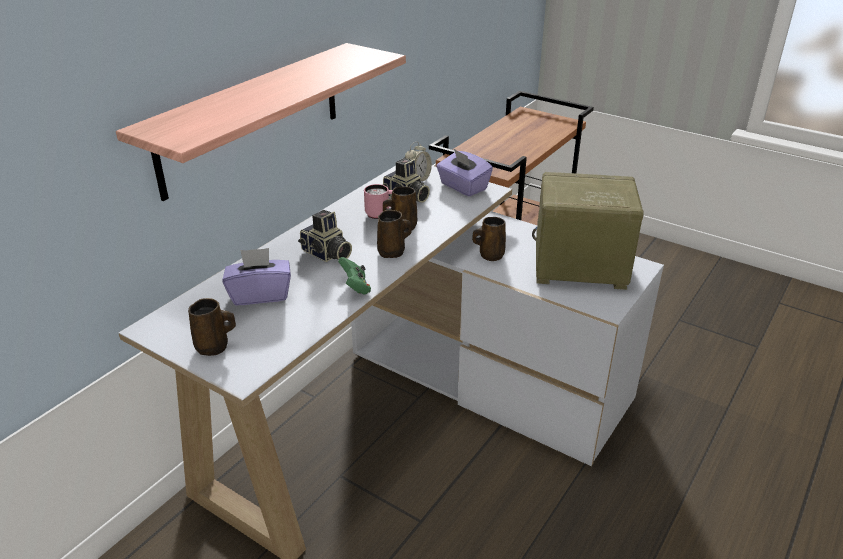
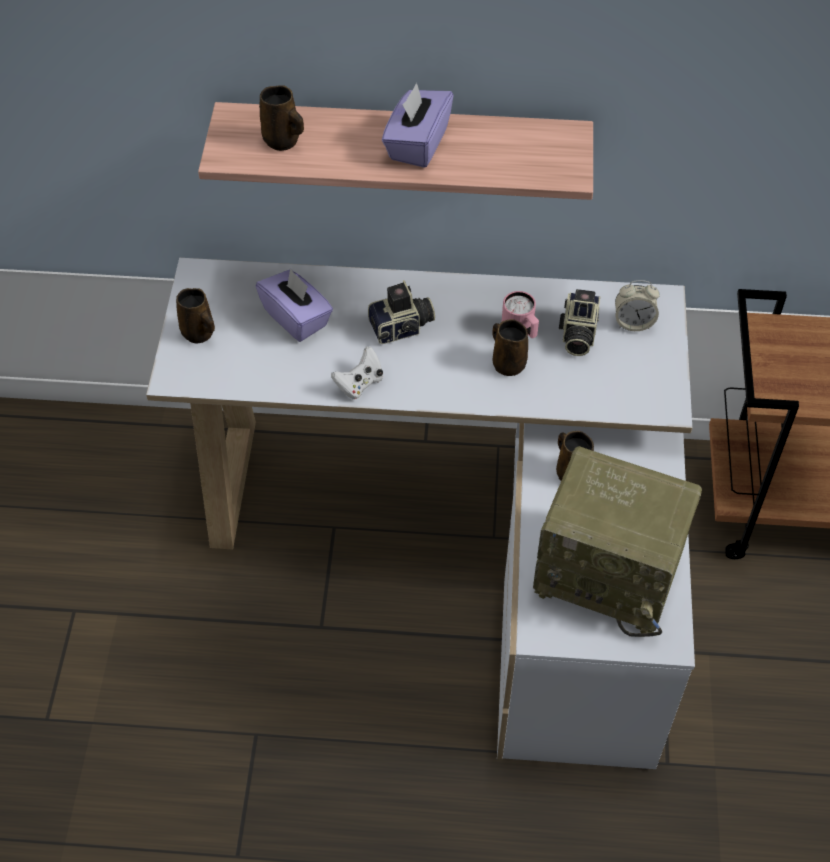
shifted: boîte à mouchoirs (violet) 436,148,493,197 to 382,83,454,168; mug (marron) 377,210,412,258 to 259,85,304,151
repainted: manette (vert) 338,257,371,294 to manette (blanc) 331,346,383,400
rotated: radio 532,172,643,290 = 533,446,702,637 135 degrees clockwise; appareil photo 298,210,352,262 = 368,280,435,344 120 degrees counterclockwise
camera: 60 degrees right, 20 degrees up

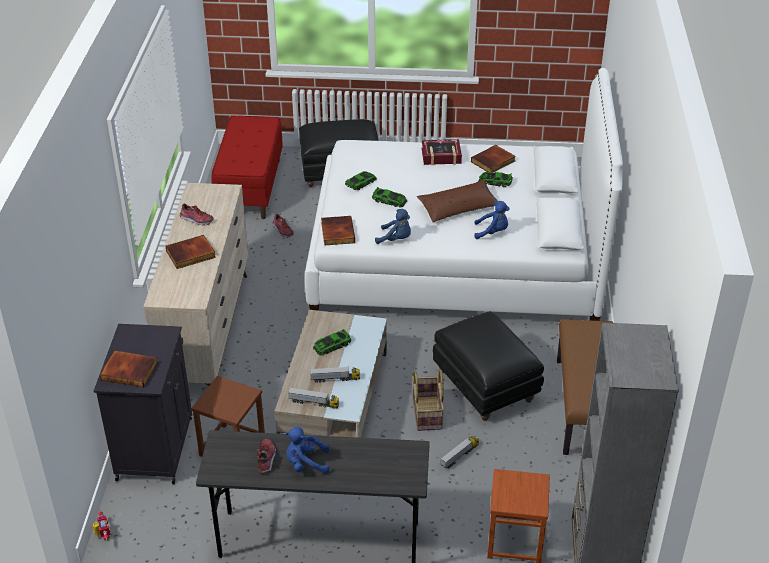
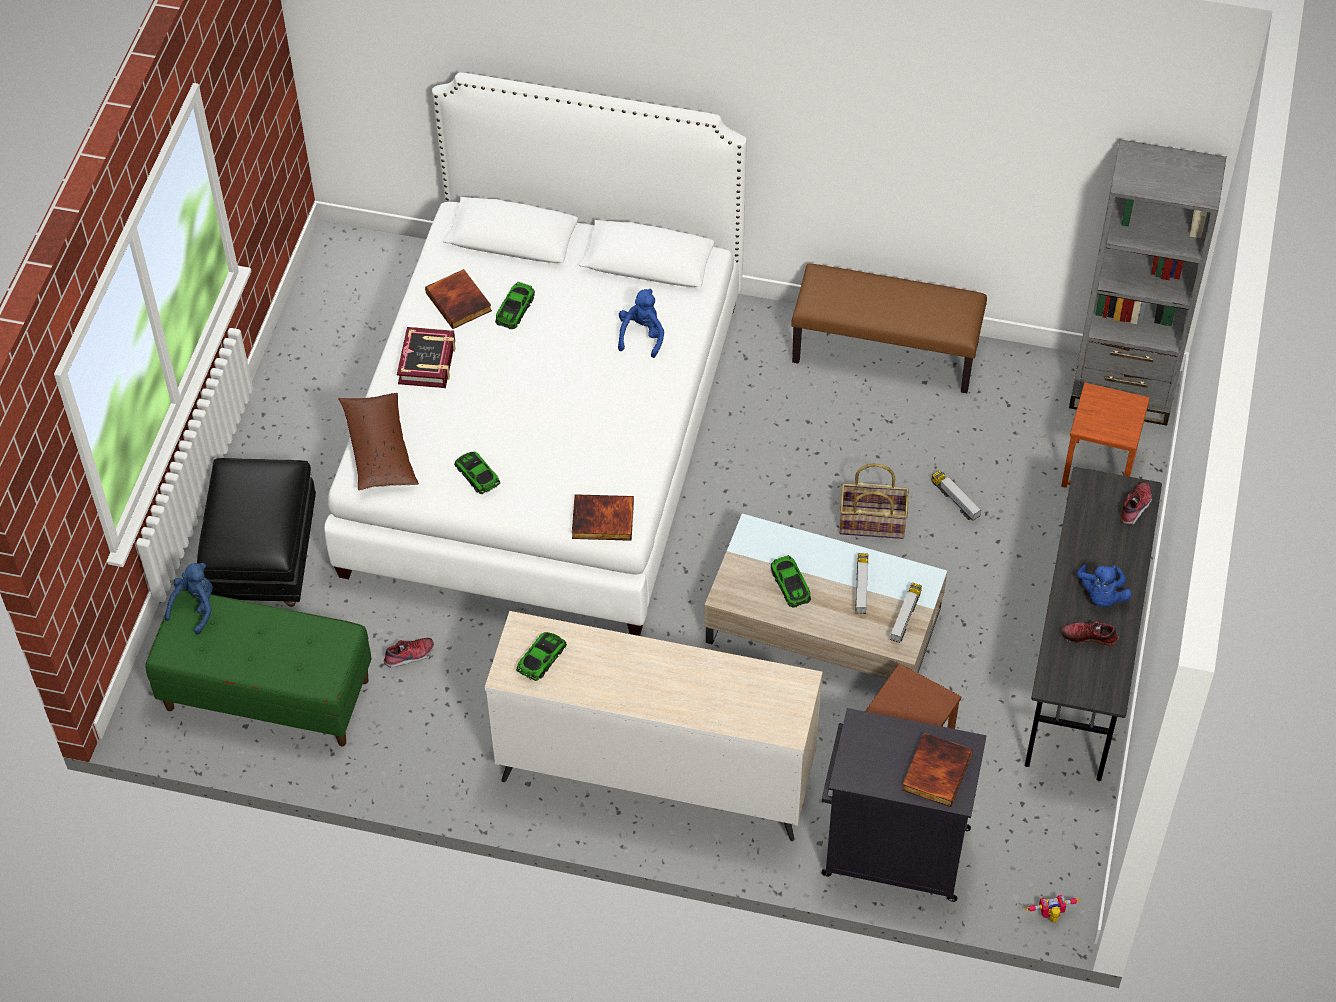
gone: livre 165,235,216,269; pouf (noir) 433,311,544,421
shifted: coussin (marron) 417,180,498,222 to 338,393,419,490; petite voiture 372,187,407,207 to 516,632,567,681; chaussure 180,204,214,226 to 1120,481,1152,525; peluche (bleu) 375,209,411,244 to 165,563,212,635
repainted: banc (rouge) 211,116,283,219 to banc (vert) 146,590,372,746
camera: 80 degrees left, 15 degrees up

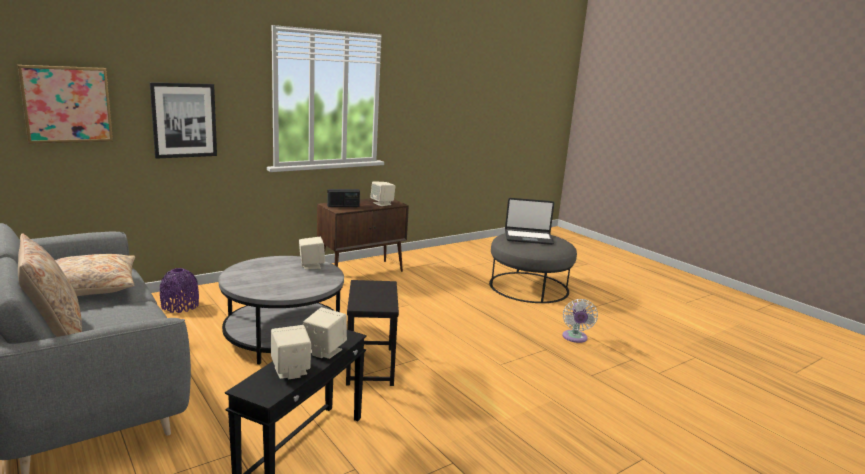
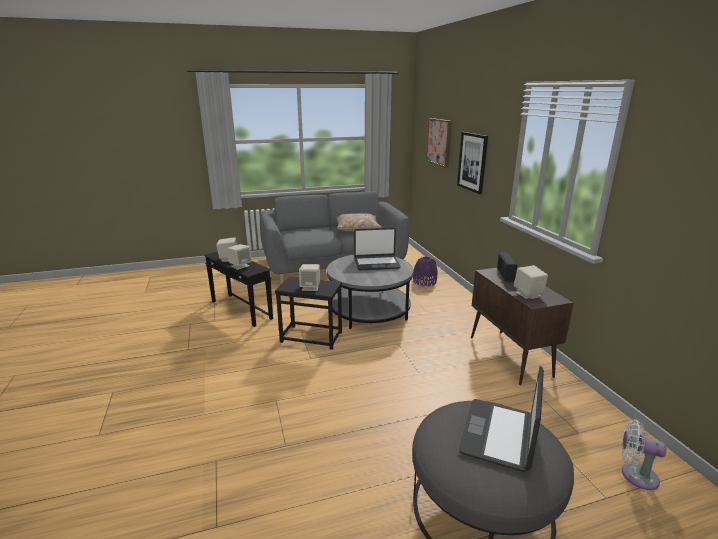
gone: coussin (beige) 18,233,82,337
new: ordinateur portable 354,228,401,270
shifted: enceinte (beige) 299,237,325,269 to 299,264,320,291; ventilateur (blanc) 562,299,598,343 to 621,419,666,490
camera: 110 degrees right, 5 degrees up

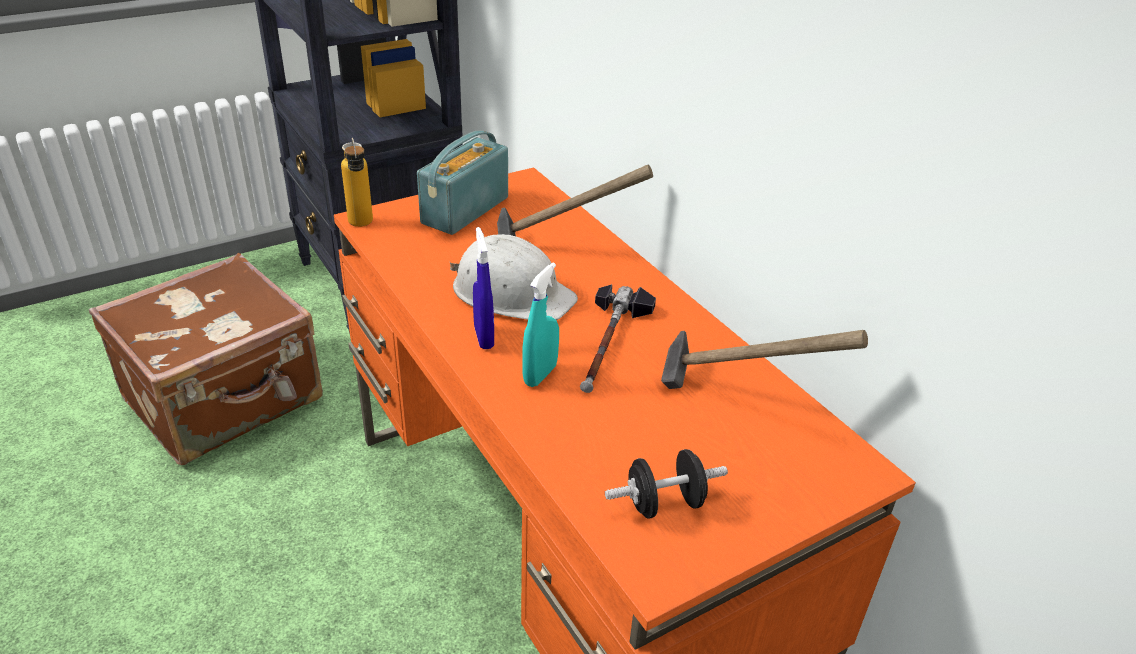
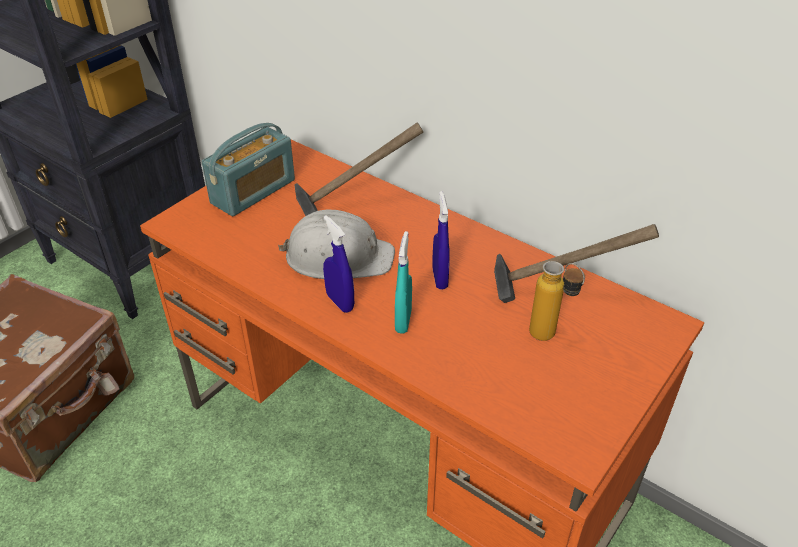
gone: haltère (noir) 605,449,728,518
shifted: bouteille 341,138,373,227 to 529,261,585,341
swapped: marteau 580,284,656,393 to vaporisateur (bleu) 432,191,450,289
rotated: radio 417,130,508,235 = 202,123,295,216 150 degrees counterclockwise
camera: 20 degrees left, 5 degrees up

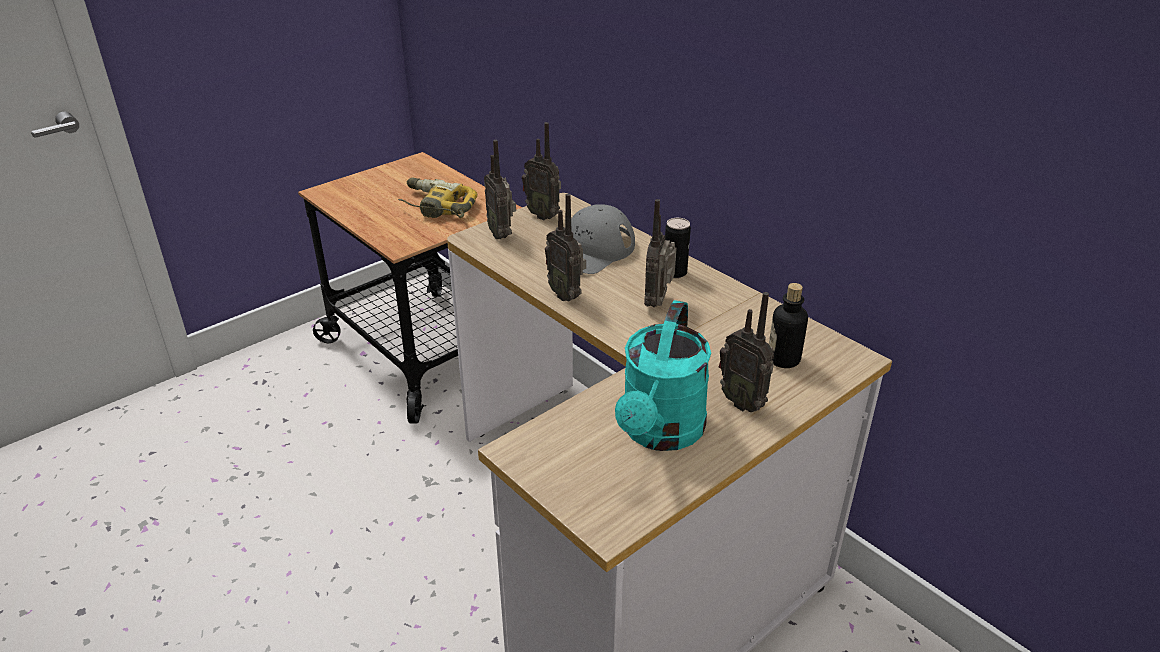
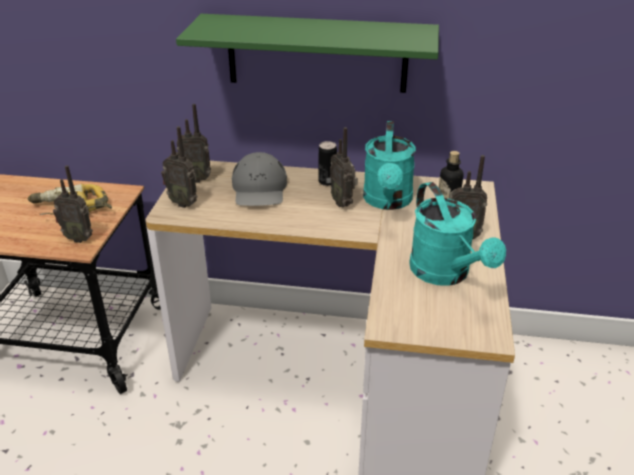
new: étagère (vert) 176,14,439,93; arrosoir (turquoise) 363,121,416,210
shifted: radio 545,194,586,302 to 53,165,93,243
camera: 40 degrees left, 0 degrees up

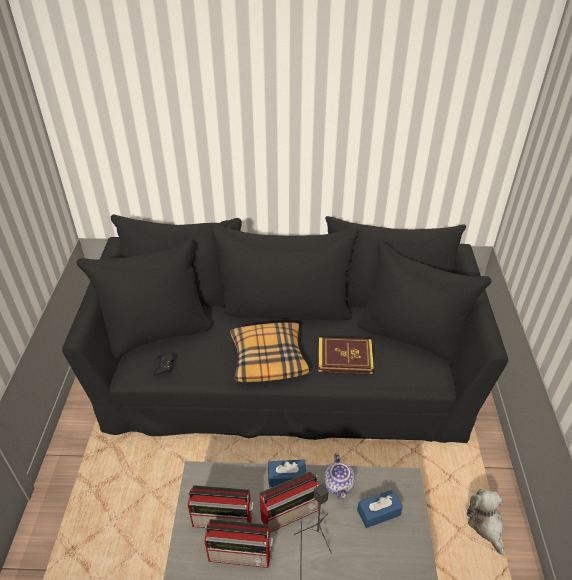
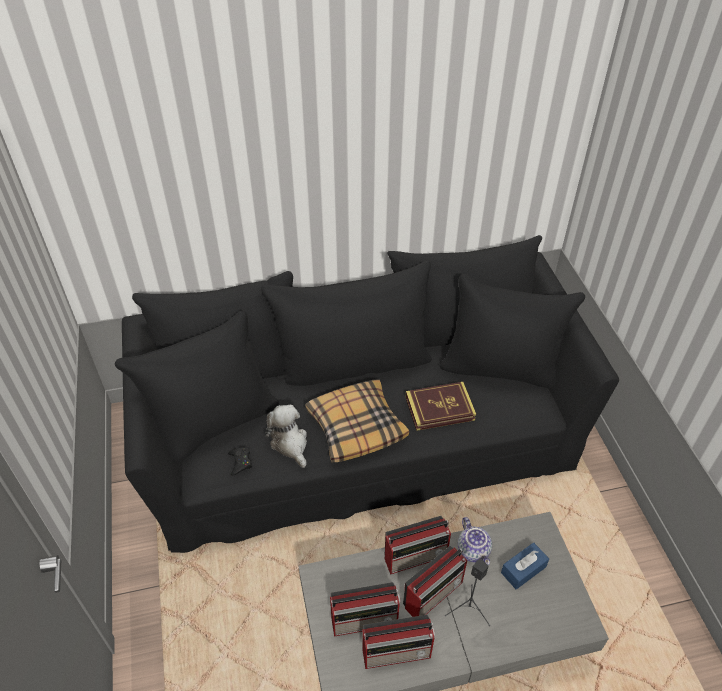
shifted: peluche 467,489,505,555 to 265,404,307,468
swapped: boîte à mouchoirs (bleu) 268,460,306,487 to radio 385,516,451,574
camera: 15 degrees left, 5 degrees up

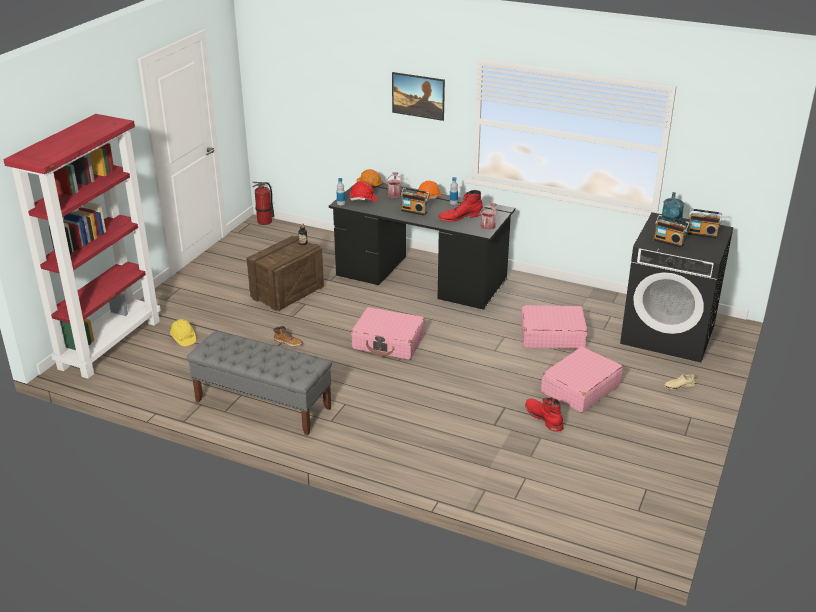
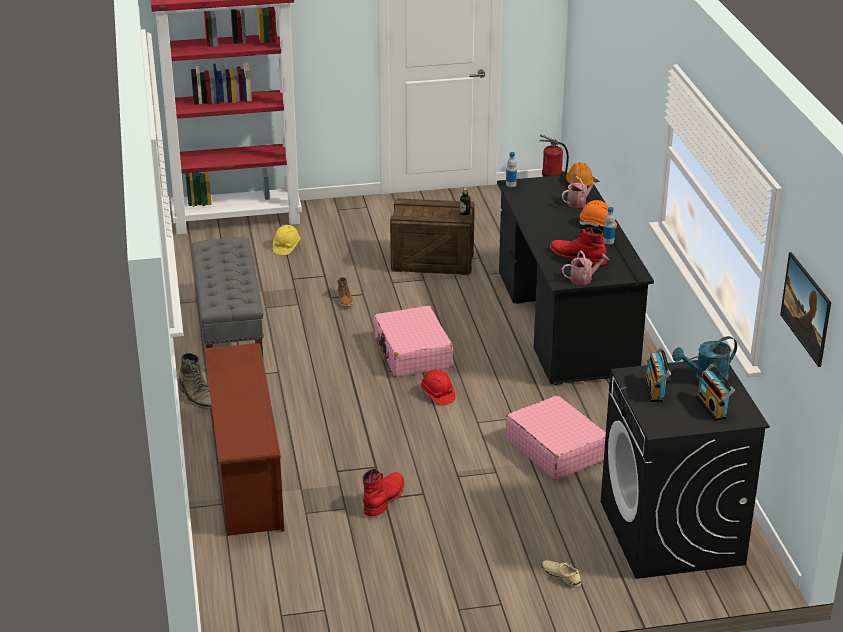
gone: radio 401,187,430,216; valise (rose) 541,347,623,413
new: étagère à chaussures (marron) 204,343,284,536; botte (vert) 178,353,212,410
shifted: tableau 392,72,445,121 to 780,252,831,367; casque de chantier (rouge) 350,181,378,202 to 421,369,456,406
camera: 55 degrees right, 0 degrees up

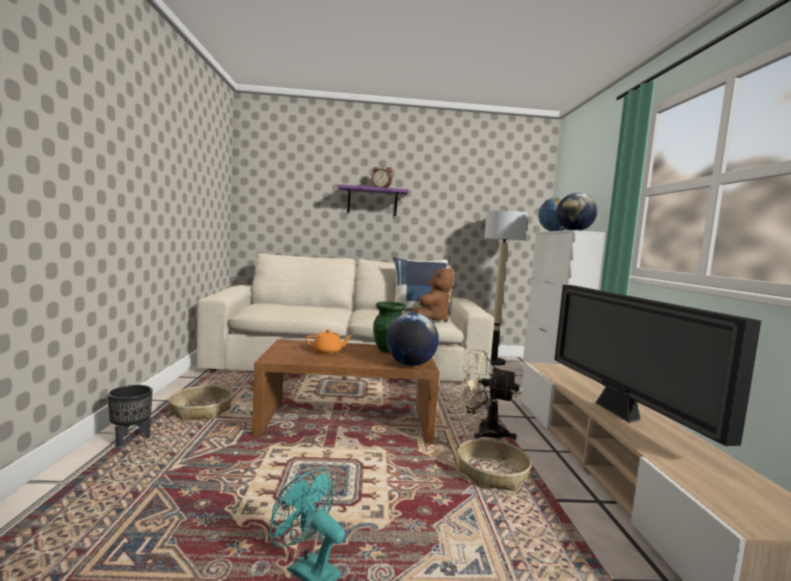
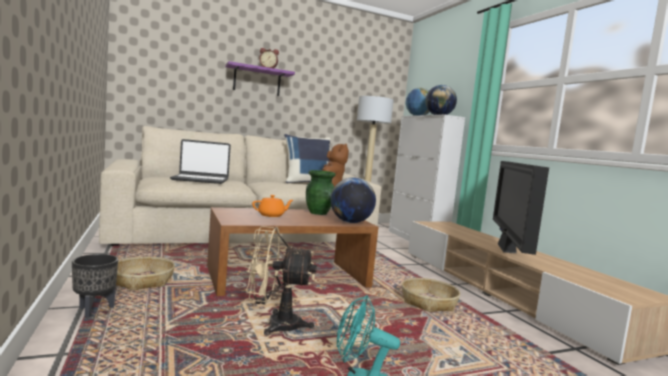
new: ordinateur portable 170,139,231,184
shifted: ventilateur (beige) 460,349,519,440 to 246,226,317,335
rotated: téléviseur 554,285,761,446 = 493,161,549,255 45 degrees clockwise
camera: 20 degrees left, 0 degrees up

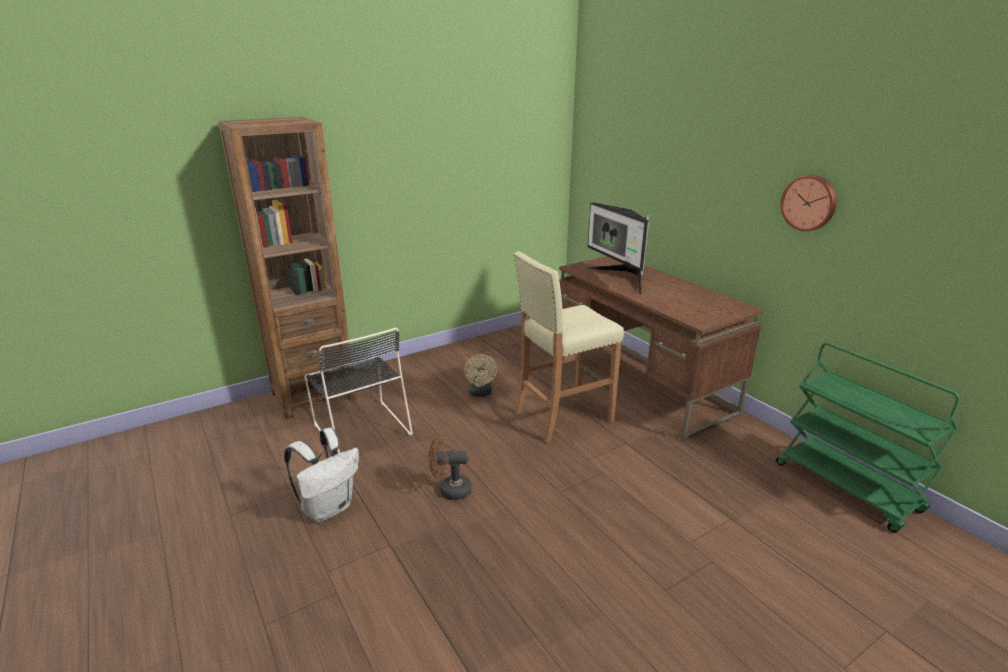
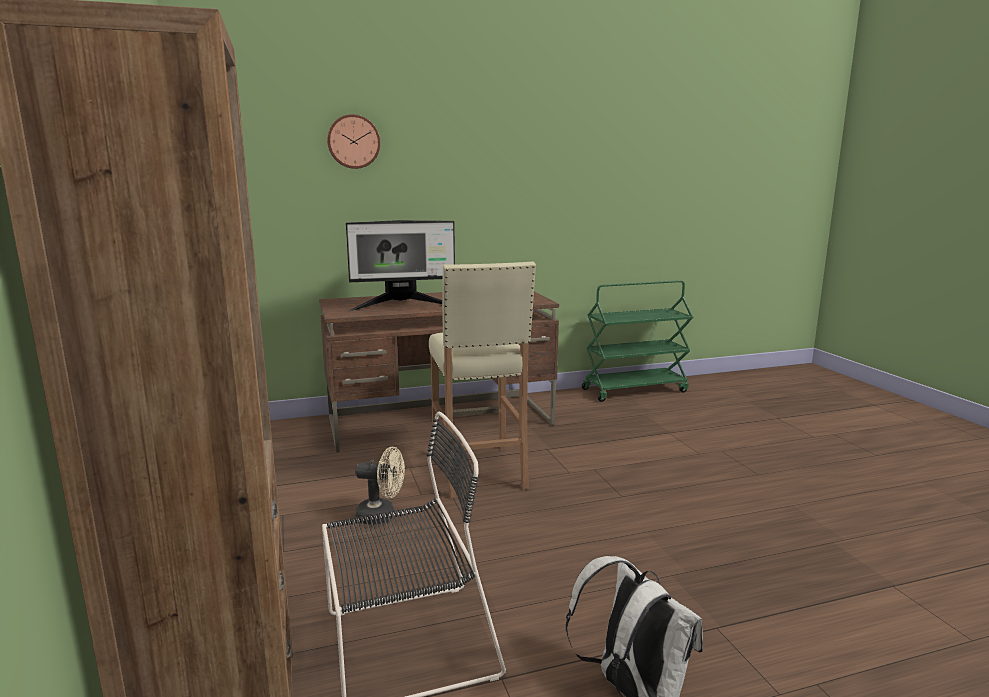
gone: ventilateur (marron) 429,437,472,500
shifted: horloge murale 781,175,837,231 to 327,114,380,169
camera: 75 degrees left, 10 degrees down

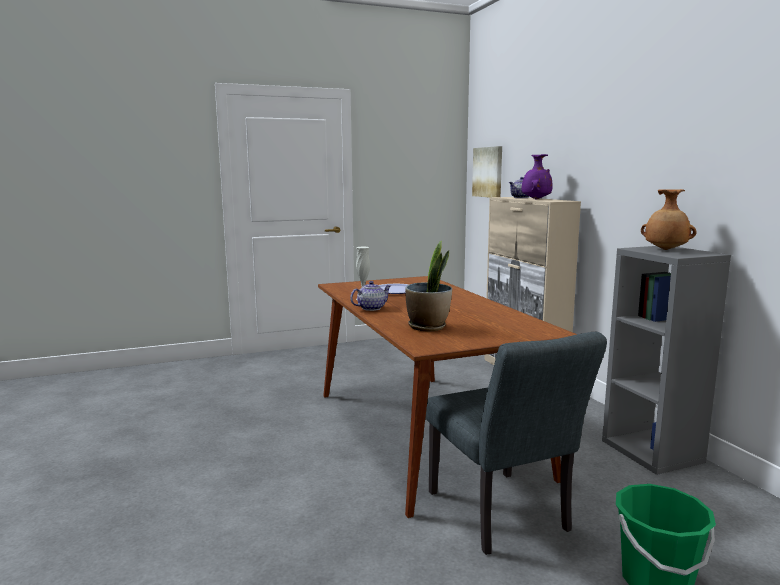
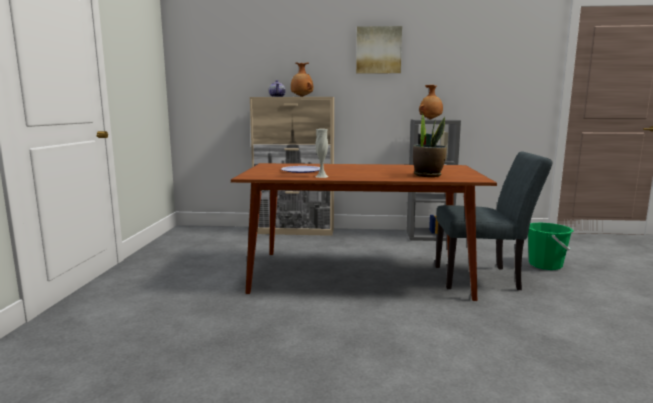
gone: théière 350,281,391,311
shifted: tableau 472,146,502,198 to 356,26,402,74
repainted: vase (violet) 522,154,553,200 to vase (marron) 291,62,313,97
camera: 65 degrees left, 0 degrees up

